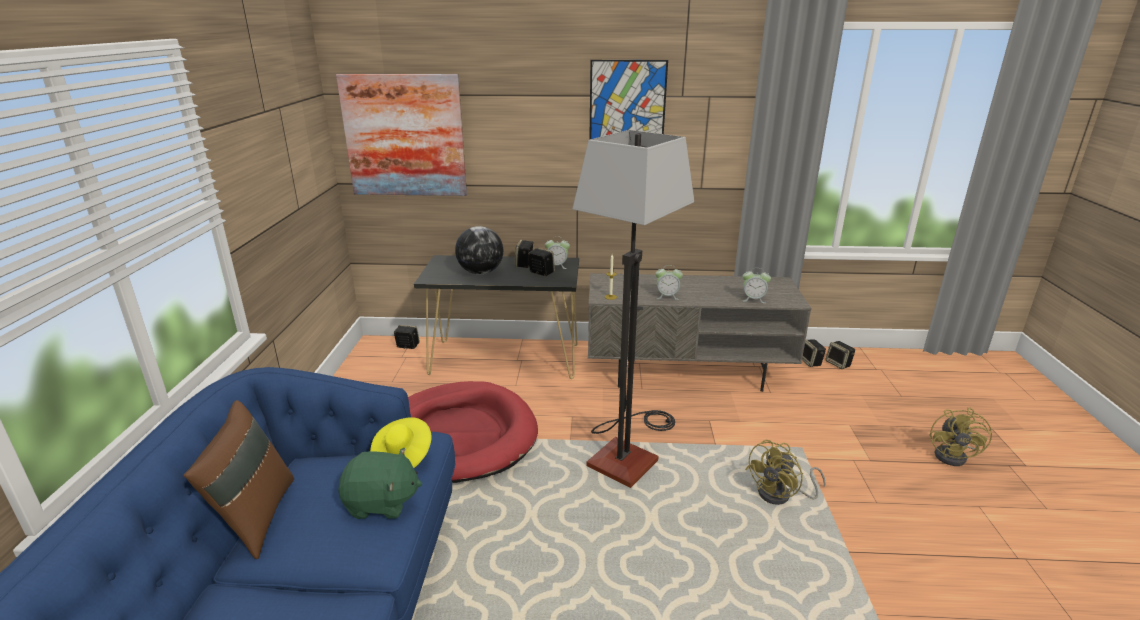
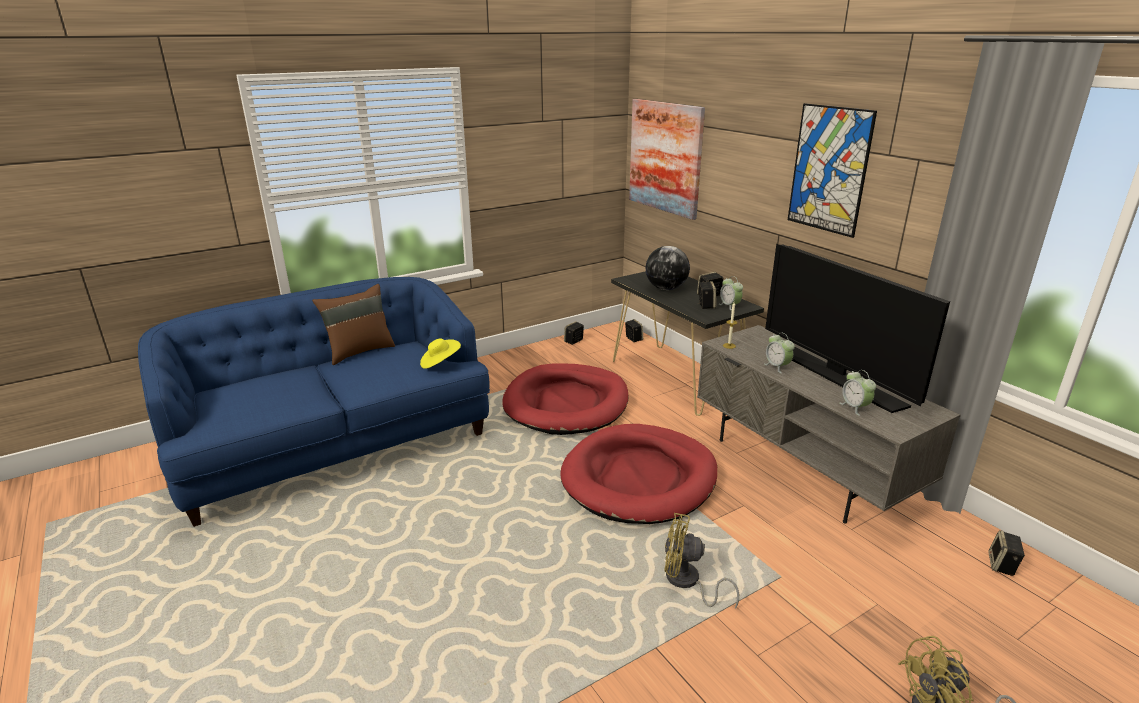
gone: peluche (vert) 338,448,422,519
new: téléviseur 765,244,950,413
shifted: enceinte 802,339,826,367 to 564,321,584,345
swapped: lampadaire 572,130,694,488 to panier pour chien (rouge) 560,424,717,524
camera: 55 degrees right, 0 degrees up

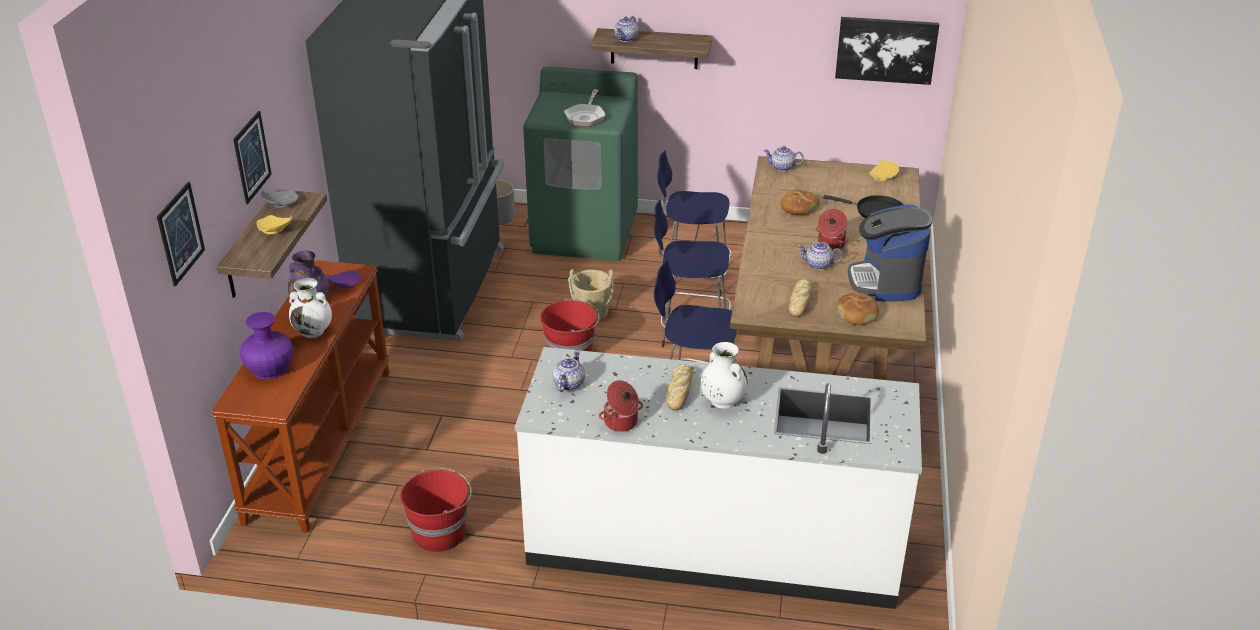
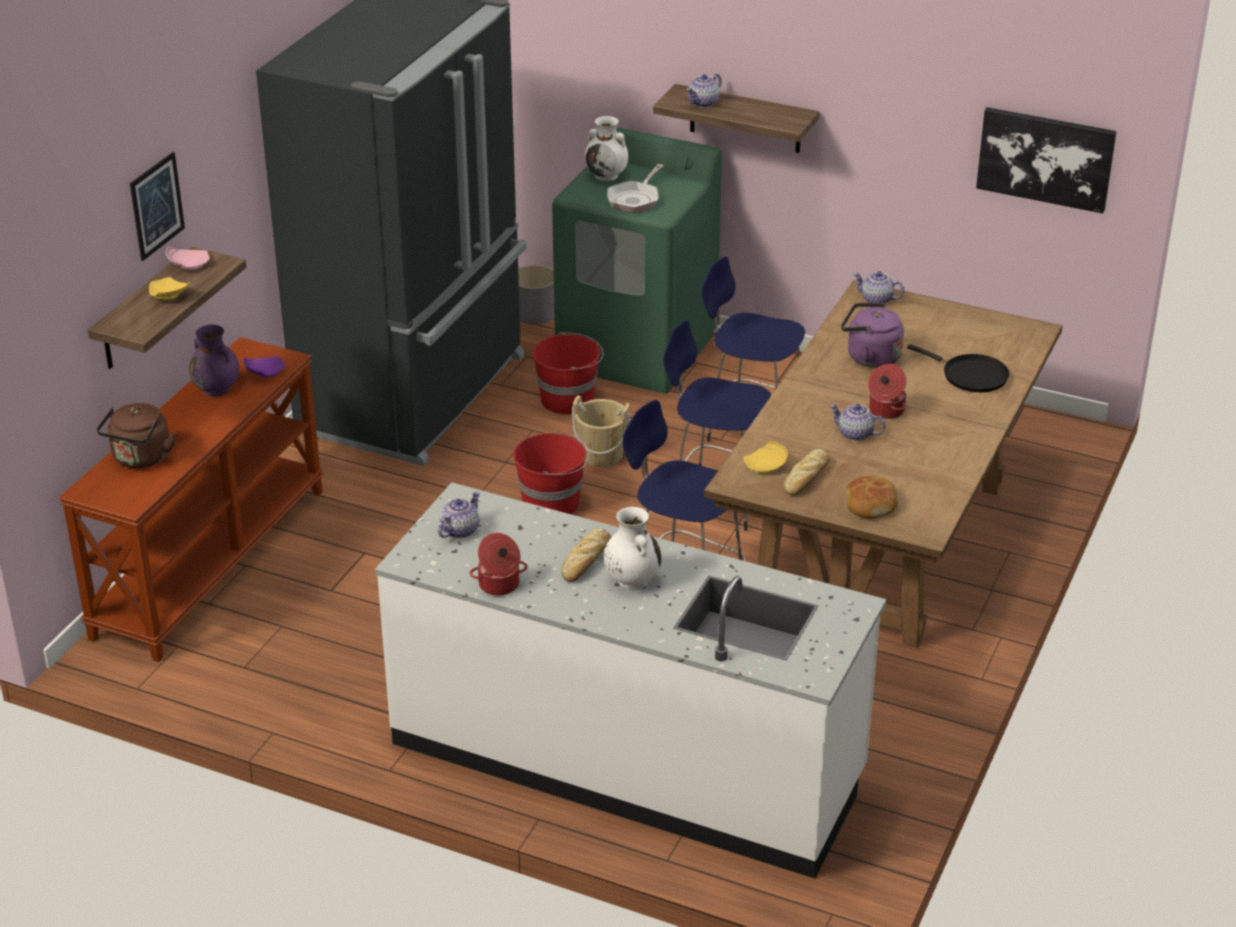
gone: tableau 157,182,205,286; machine à café 848,204,933,301
shifted: assiette (jaune) 869,160,899,181 to 744,441,788,474; vase (blanc) 289,278,332,338 to 585,116,628,181; seau (rouge) 400,468,472,552 to 532,332,604,415
swapped: pain 781,190,820,215 to bouilloire (violet) 841,303,904,368; vase (violet) 240,312,293,380 to bouilloire (marron) 96,403,176,468
repainted: assiette (gris) 261,190,298,208 to assiette (rose) 166,246,209,270
camera: 15 degrees right, 0 degrees up

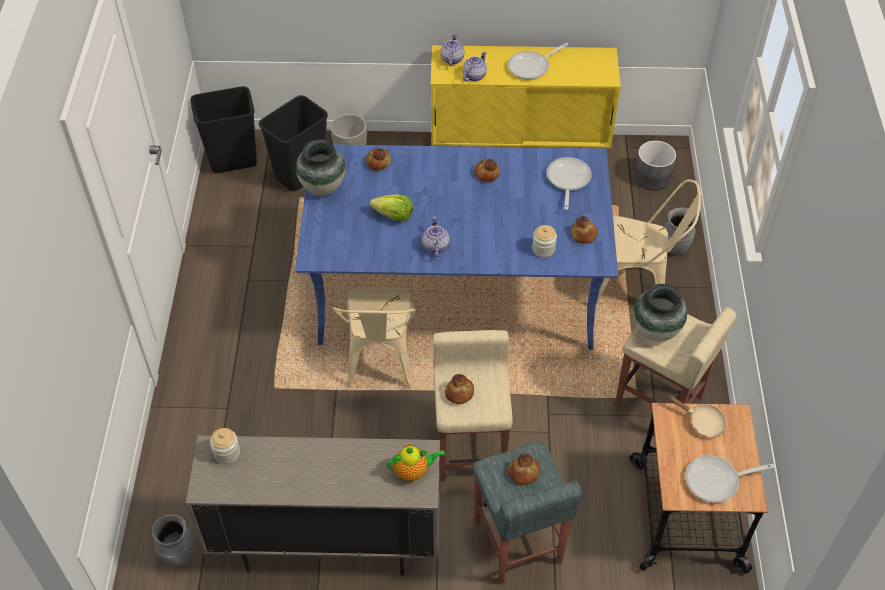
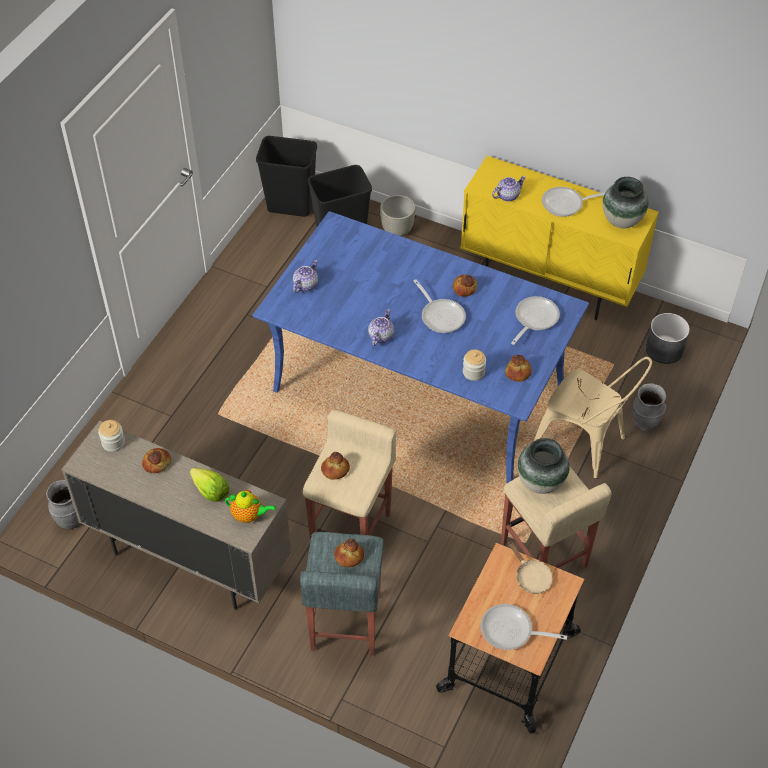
gone: chaise (beige) 332,287,420,389
new: poêle 414,279,466,333
shifted: théière 441,33,464,66 to 293,260,318,293; vase 296,139,346,195 to 602,177,649,228; pain 366,148,391,171 to 142,448,171,473; laitue 370,194,413,221 to 190,468,229,502
camera: 25 degrees right, 0 degrees up

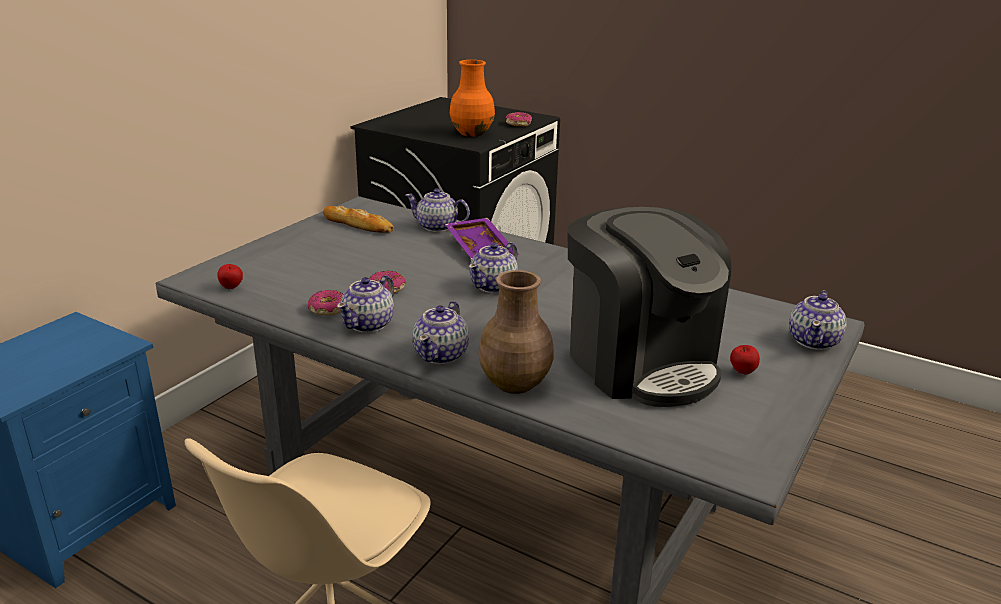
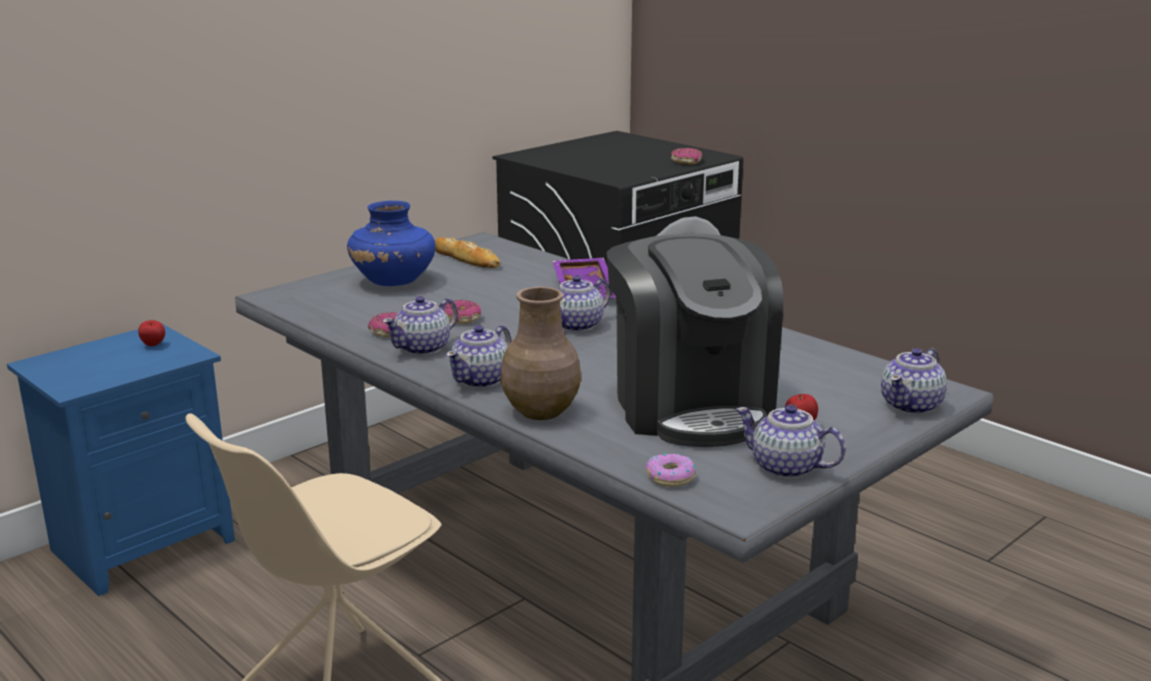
gone: vase (orange) 450,60,495,137
new: vase (bleu) 347,201,436,286; beignet 646,453,696,487
shifted: théière 405,189,470,232 to 735,404,846,479; pomme 217,264,243,289 to 138,320,165,346
camera: 15 degrees right, 5 degrees down

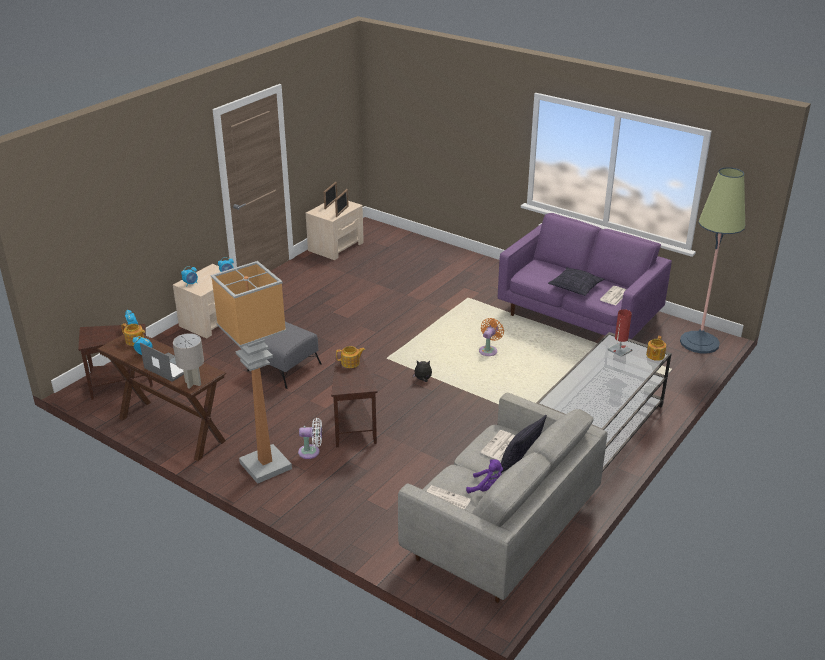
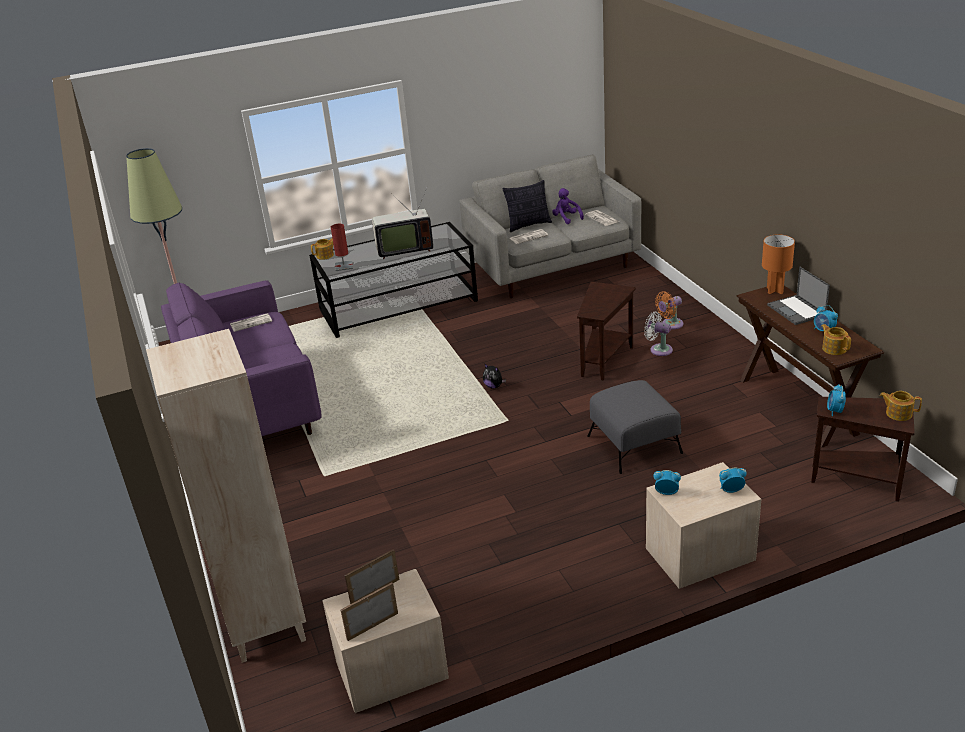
gone: lampadaire 211,261,292,484; coussin 548,267,605,296
new: téléviseur 372,186,433,259; bibliothèque (beige) 146,329,306,663
shifted: ventilateur (orange) 479,318,504,356 to 655,291,683,329; théière 336,346,365,368 to 880,391,922,421
repainted: lampe de table (gris) 173,333,204,389 to lampe de table (orange) 762,234,795,294
camera: 145 degrees left, 0 degrees up

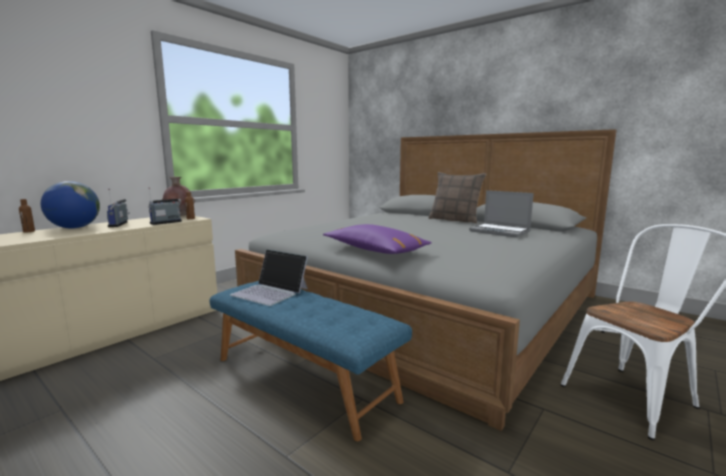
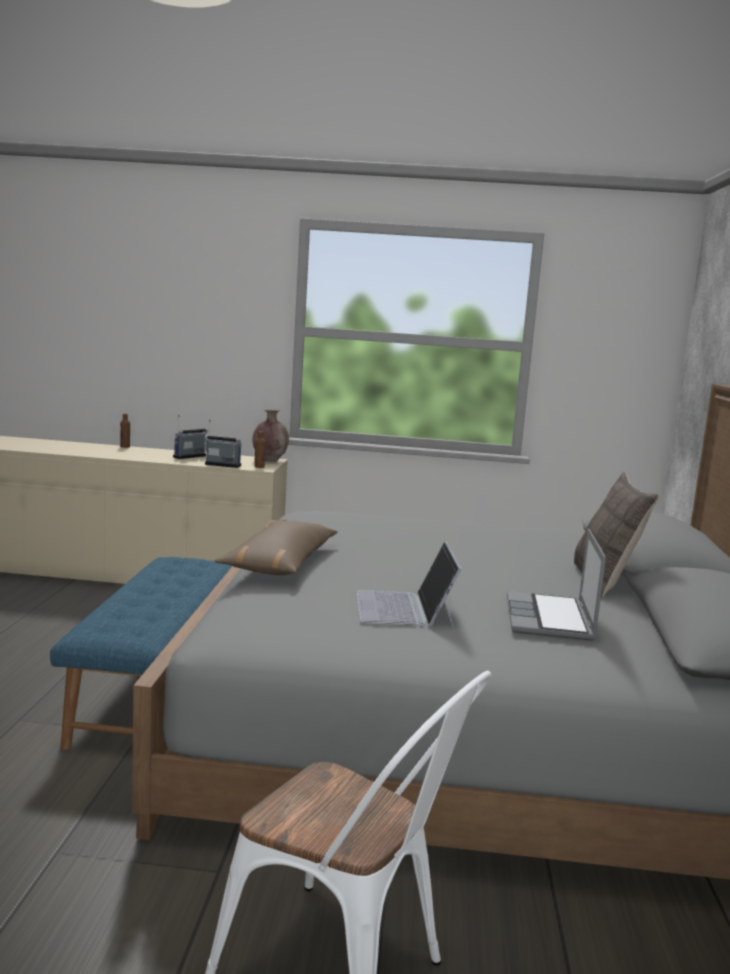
gone: globe 41,181,100,229
shifted: ordinateur portable 230,249,308,306 to 356,541,462,627
repainted: coussin (violet) 323,224,432,254 to coussin (marron) 215,520,338,575
camera: 55 degrees right, 0 degrees up

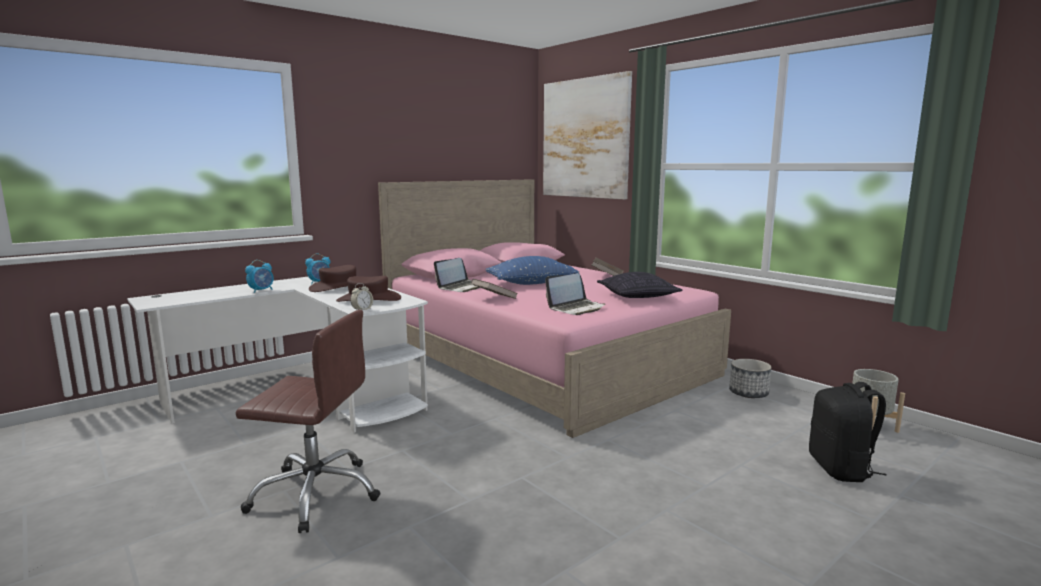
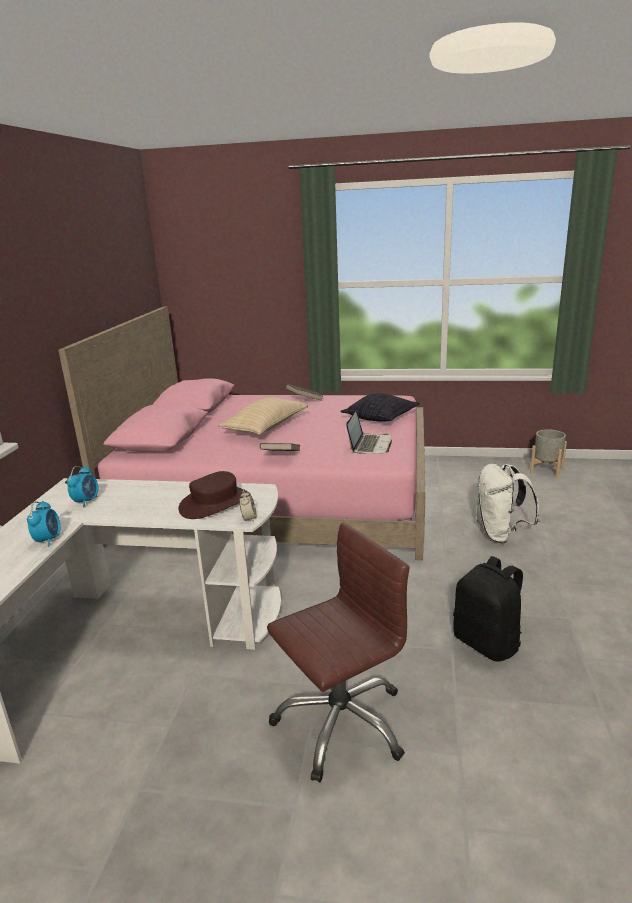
gone: tableau 543,71,632,199; ordinateur portable 434,258,480,292; chapeau (marron) 309,265,356,292; cache-pot 729,359,772,398
new: sac à dos (blanc) 476,464,540,544
shifted: sac à dos (noir) 809,382,887,482 to 453,556,523,662
repainted: coussin (bleu) 485,256,580,285 to coussin (beige) 218,397,308,435
camera: 40 degrees left, 10 degrees up

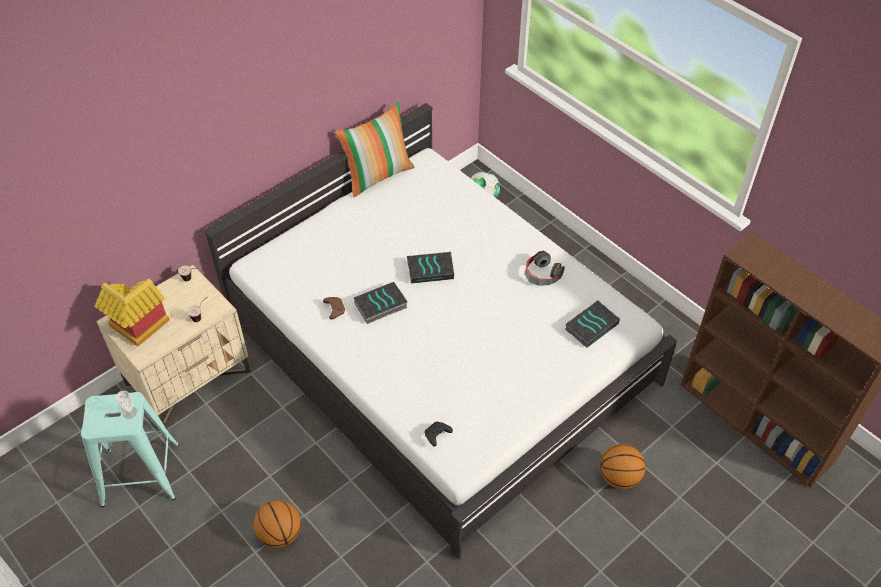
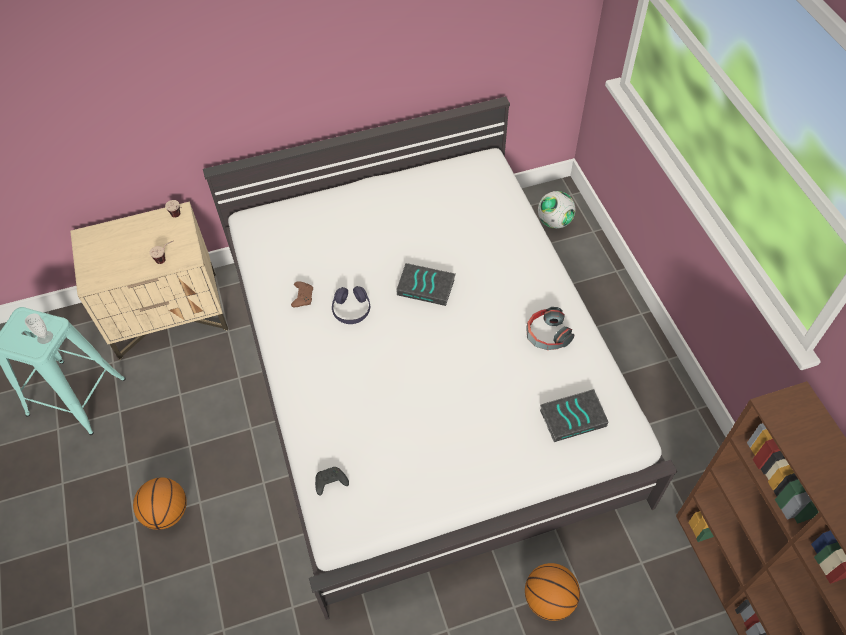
gone: coussin 335,102,415,197; maison miniature 94,279,170,346
swapped: livre 354,282,408,324 to casque audio (violet) 332,286,371,324
camera: 25 degrees right, 5 degrees up

